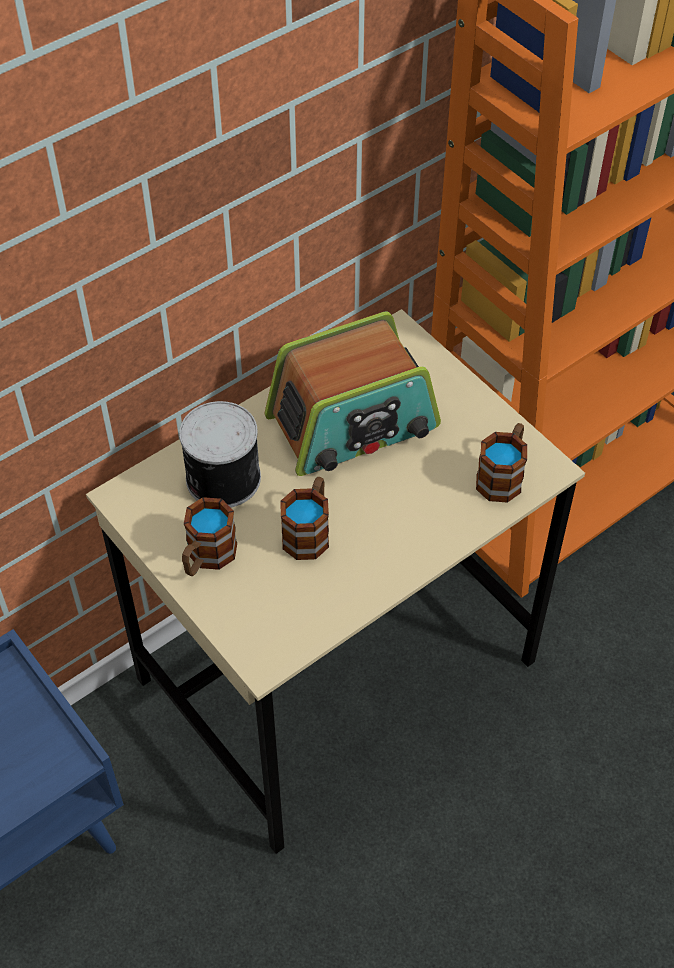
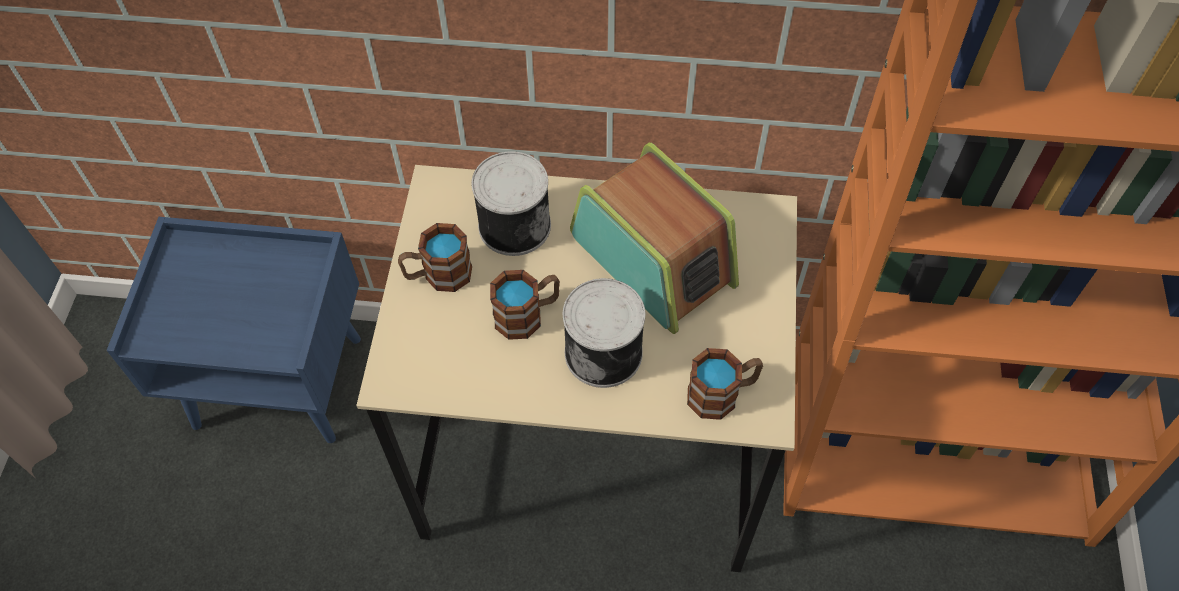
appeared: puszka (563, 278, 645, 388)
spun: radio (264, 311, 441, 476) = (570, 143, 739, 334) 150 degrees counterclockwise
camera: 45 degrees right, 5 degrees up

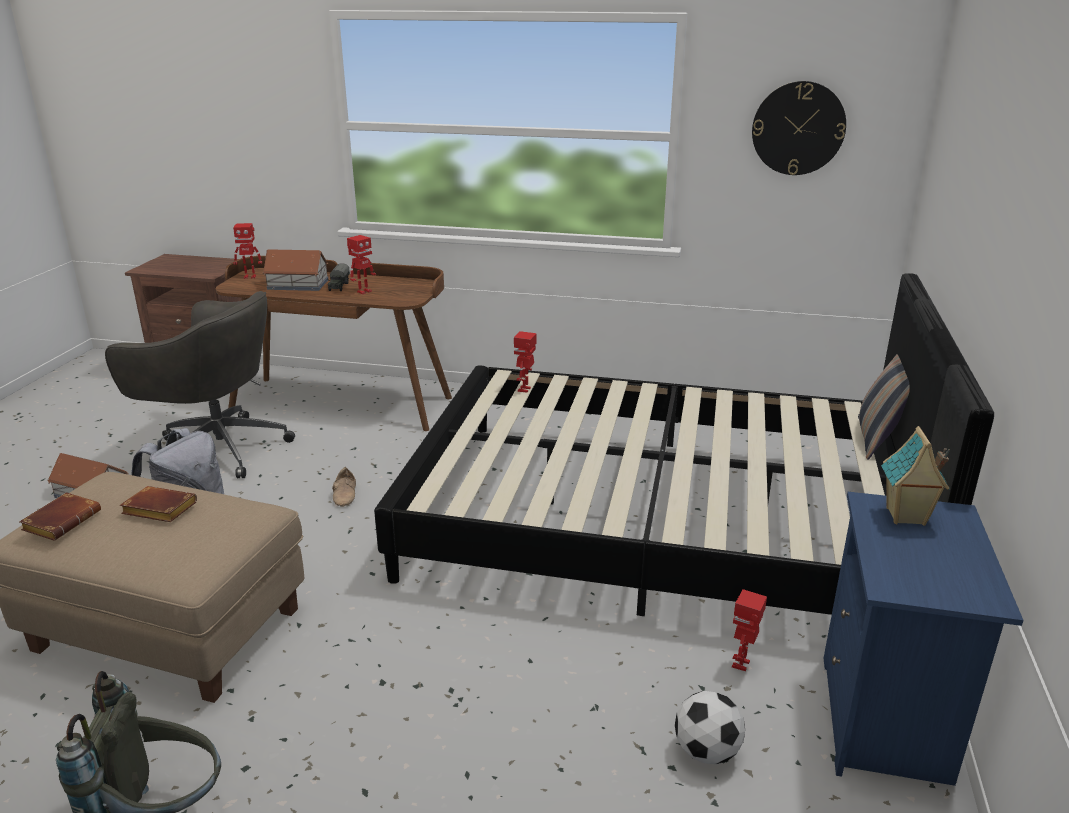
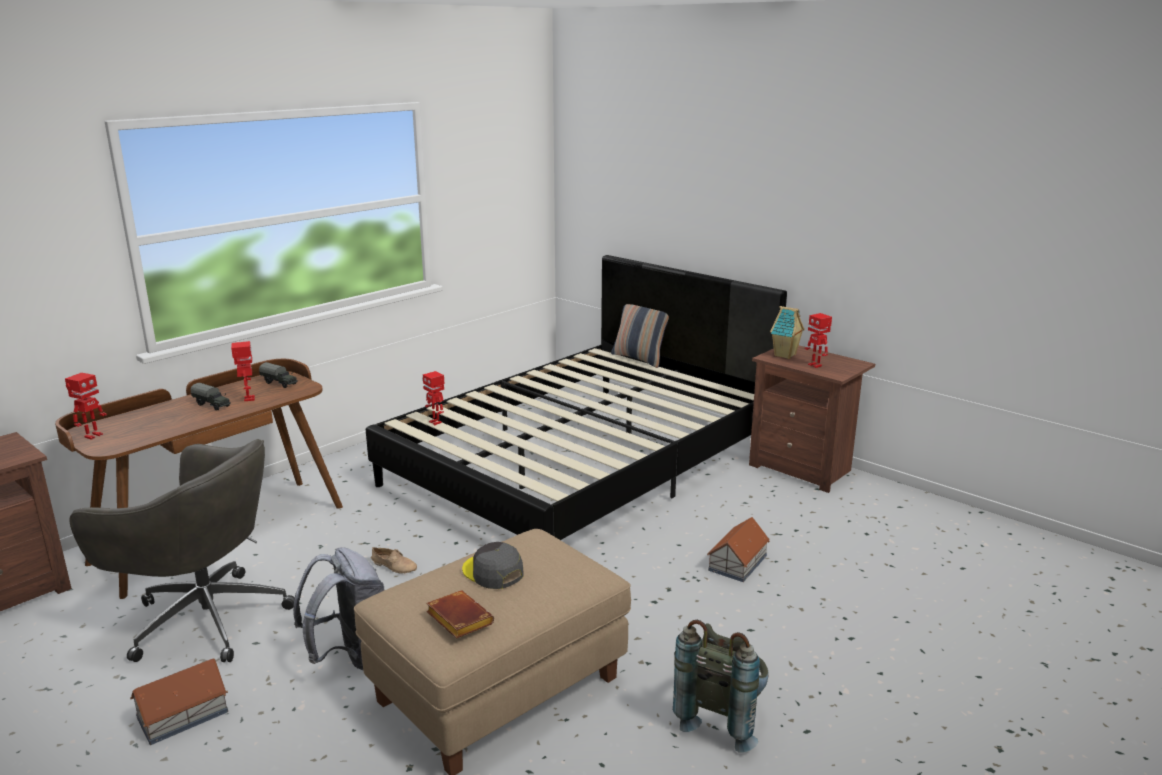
missing: zegar ścienny (752, 81, 846, 175); piłka futbolowa (675, 691, 745, 764)
appeared: ciężarówka zabawkowa (259, 362, 298, 388)
relocated: domek (262, 249, 328, 291) to (707, 517, 770, 582); robot zabawkowy (732, 589, 767, 671) to (805, 313, 832, 368)
exchanged: książka [brązowy] (120, 486, 197, 522) to czapka z daszkiem [szary] (462, 542, 524, 589)
colour: szafka nocna [niebieski] (824, 492, 1023, 786) to szafka nocna [brązowy] (749, 345, 875, 493)
spun: krzesło biurowe [szary] (105, 291, 295, 478) = (70, 439, 294, 662) 60 degrees clockwise
camera: 60 degrees left, 5 degrees down

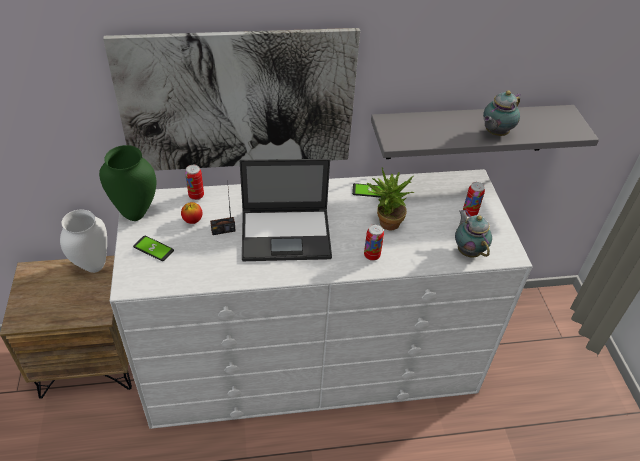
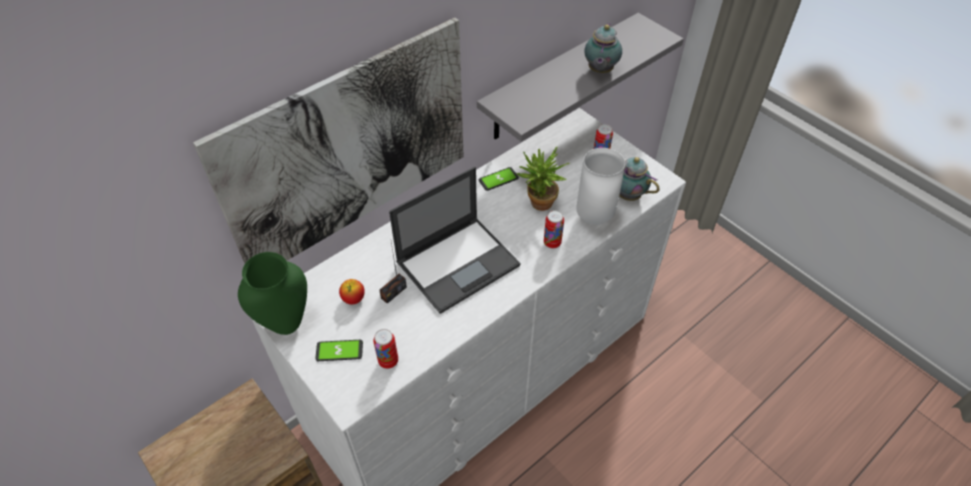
relocated: puszka (185, 165, 204, 200) to (373, 329, 398, 369); wazon [biały] (60, 210, 107, 273) to (576, 148, 625, 225)
camera: 30 degrees left, 5 degrees up

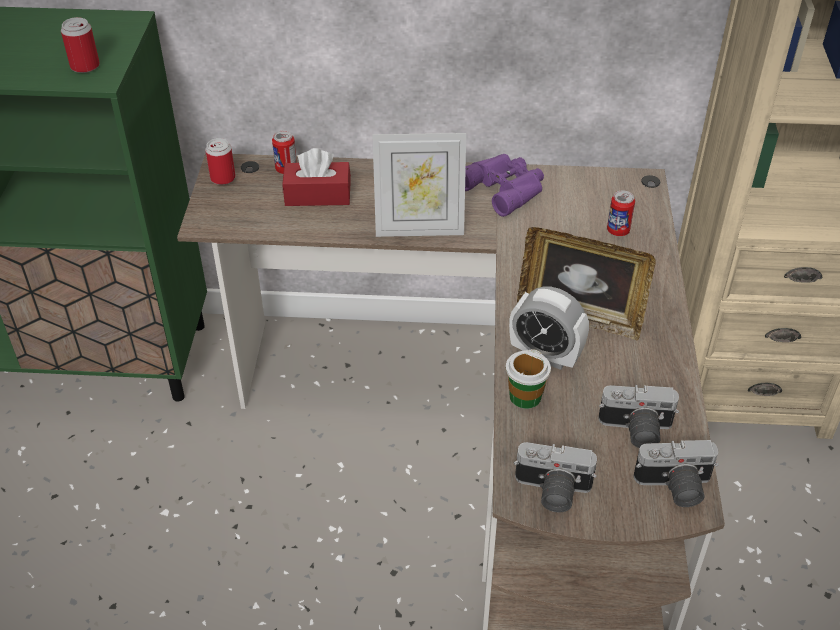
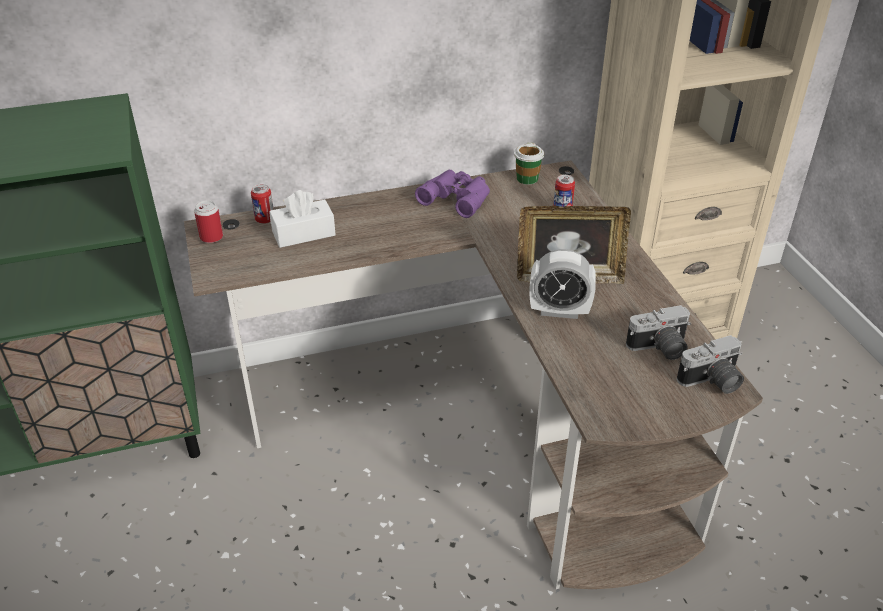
missing: puszka (61, 17, 100, 73); ramka na zdjęcie (373, 133, 466, 237); aparat fotograficzny (514, 442, 597, 512)
relocated: filiżanka (506, 349, 551, 409) to (514, 142, 544, 185)
colour: pudełko chusteczek [czerwony] (282, 148, 351, 206) to pudełko chusteczek [biały] (269, 190, 336, 248)
camera: 20 degrees left, 5 degrees down

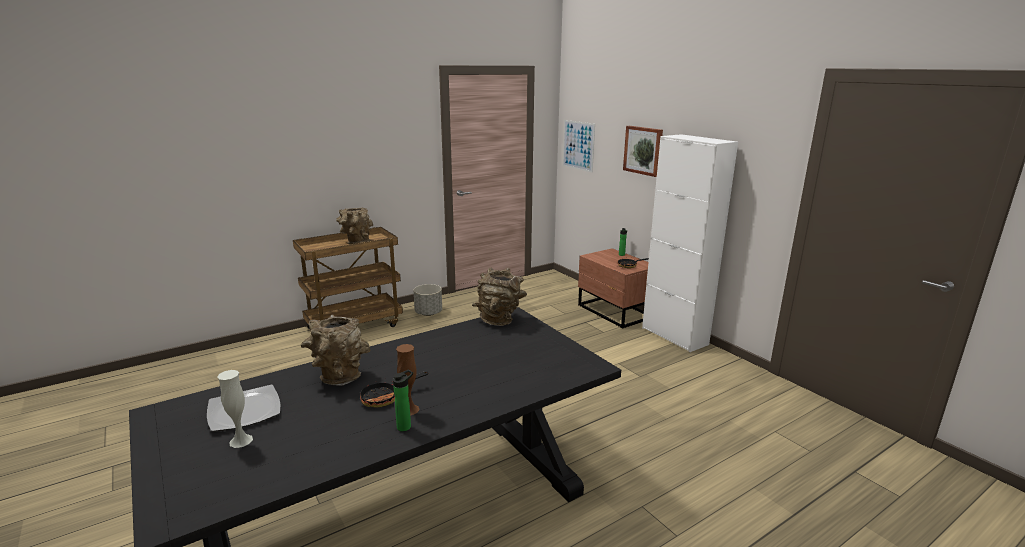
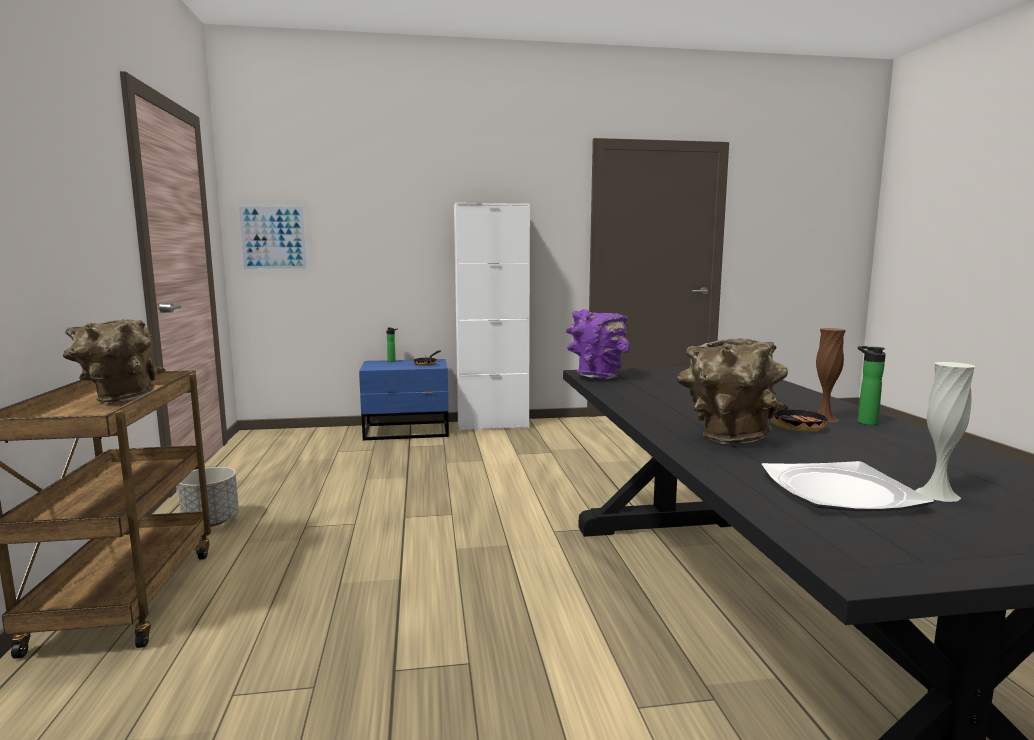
missing: obraz (623, 126, 663, 177)
colour: szafka nocna [brązowy] (578, 248, 648, 328) to szafka nocna [niebieski] (359, 359, 449, 441); wazon [brązowy] (472, 267, 527, 326) to wazon [fioletowy] (566, 309, 630, 379)
camera: 65 degrees left, 10 degrees down

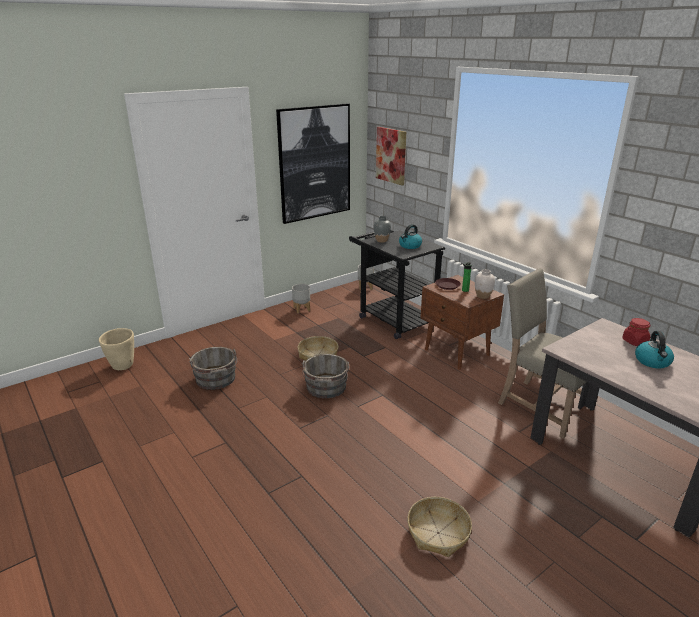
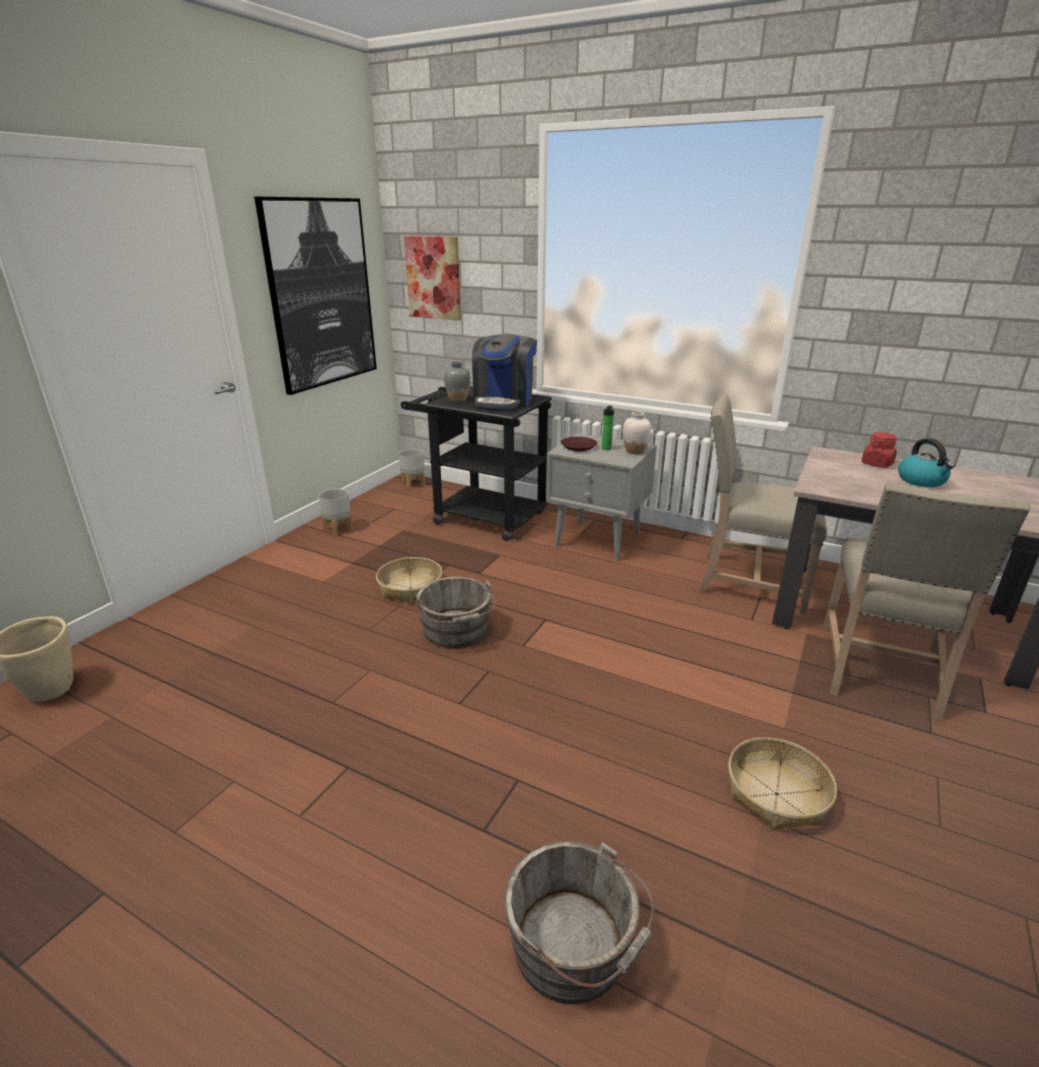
appeared: krzesło [beżowy] (823, 482, 1031, 722)
relocated: wiadro [szary] (189, 347, 237, 390) to (504, 841, 654, 1004)
exchanged: czajnik (399, 224, 422, 249) to ekspres do kawy (472, 333, 537, 410)
colour: szafka nocna [brązowy] (420, 275, 504, 370) to szafka nocna [szary] (546, 433, 657, 561)
camera: 25 degrees left, 0 degrees up

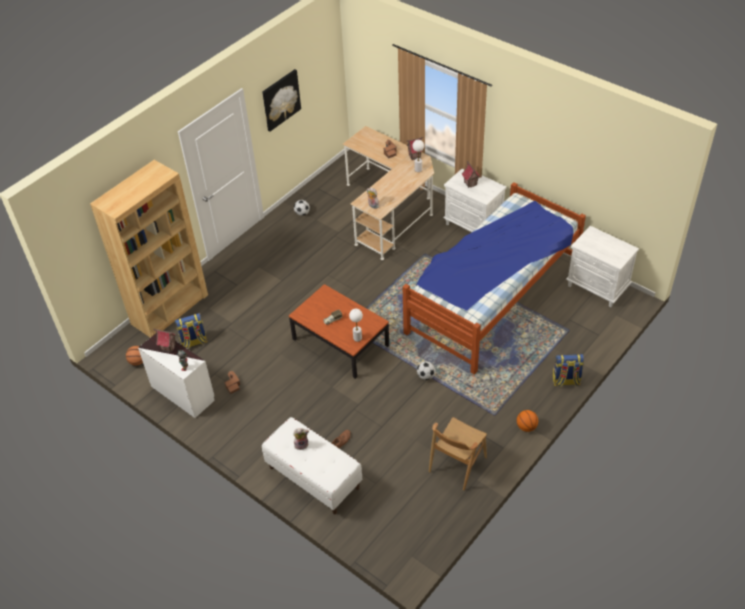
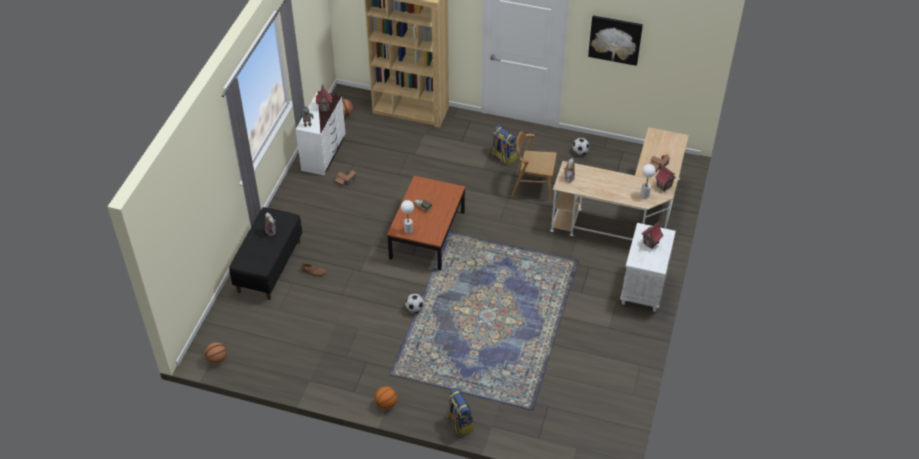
missing: łóżko (403, 182, 586, 375); szafka nocna [biały] (566, 226, 639, 307)
appeared: piłka do koszykówki (205, 342, 227, 364)
relocated: plecak (175, 313, 208, 349) to (492, 125, 517, 165); krzesło [brązowy] (429, 417, 487, 490) to (511, 131, 557, 202)
colour: ławka [biały] (262, 417, 362, 514) to ławka [czarny] (229, 207, 302, 300)
camera: 65 degrees right, 0 degrees up

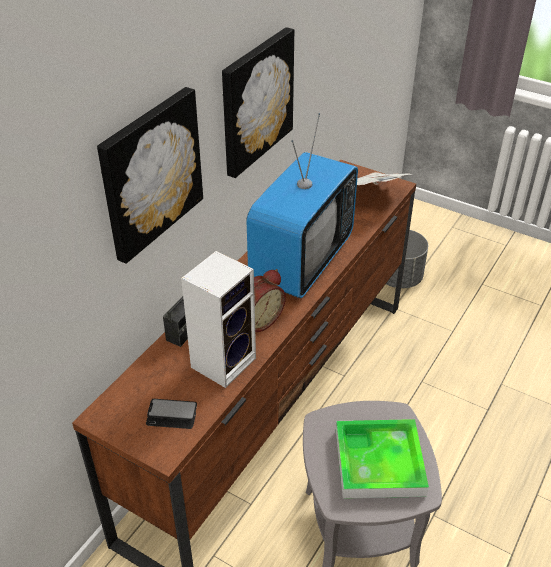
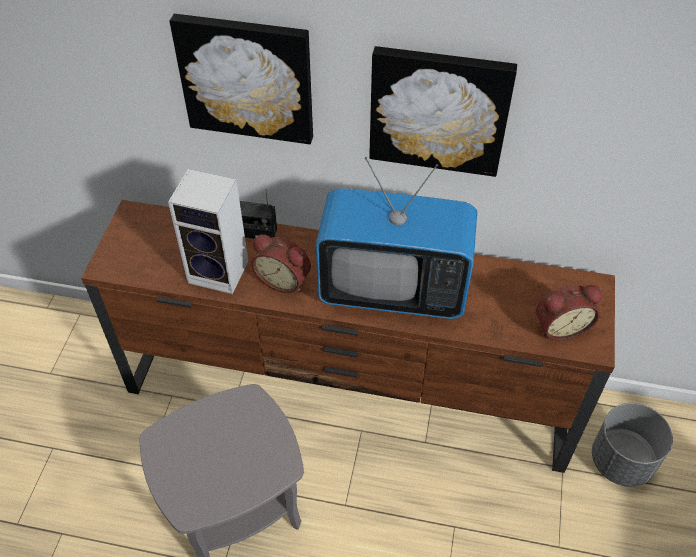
missing: telefon (146, 399, 197, 429); taca (336, 419, 429, 499)
exchanged: gazeta (357, 172, 412, 185) to budzik (536, 285, 602, 341)
camera: 70 degrees right, 10 degrees up

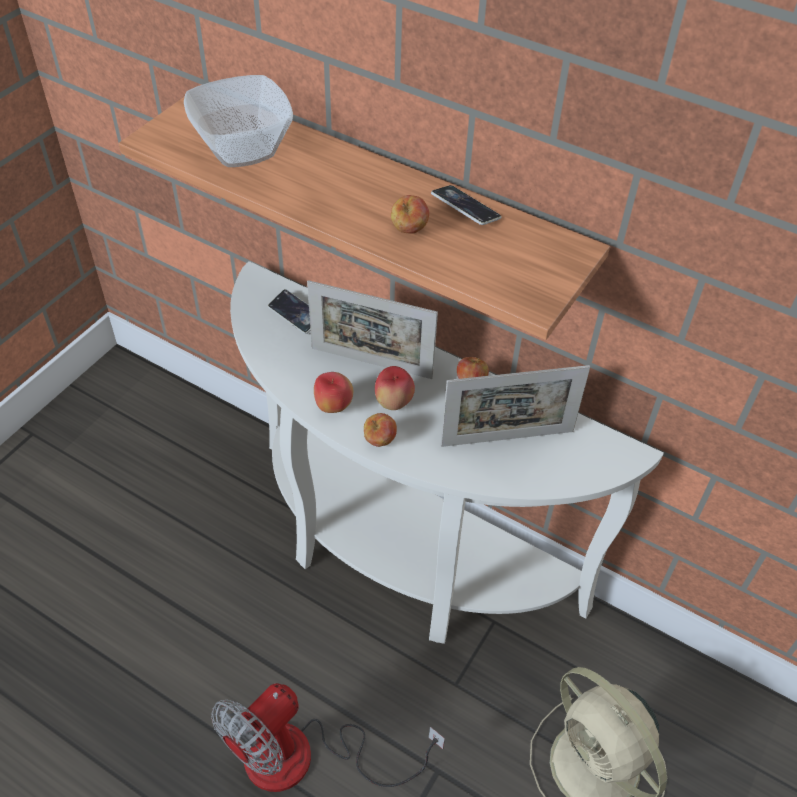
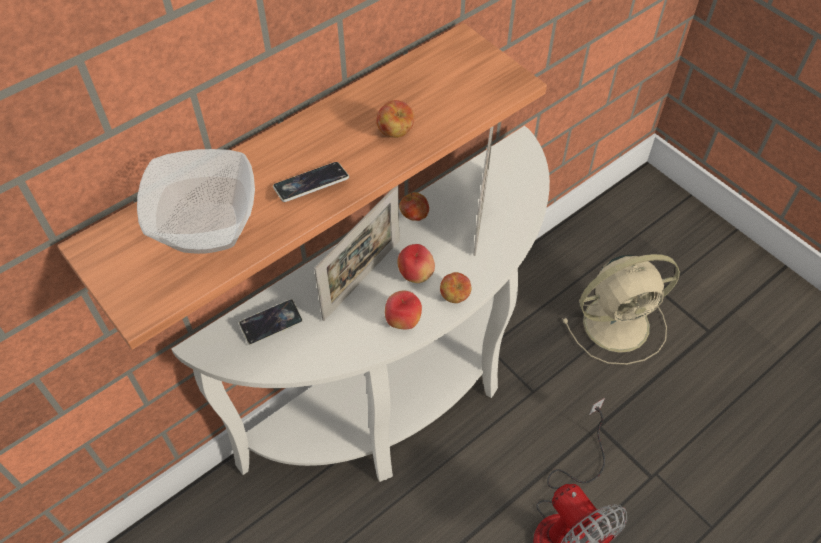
relocated: telefon (431, 185, 502, 225) to (273, 162, 349, 202)
camera: 70 degrees left, 5 degrees up

